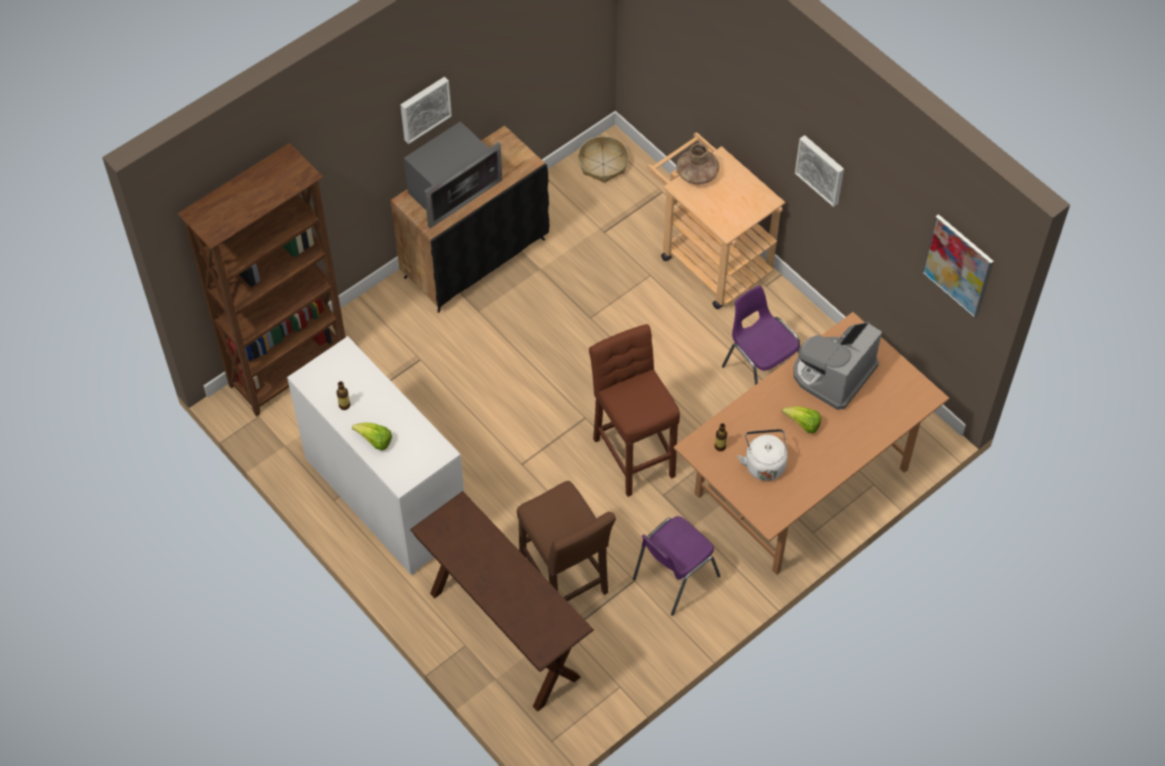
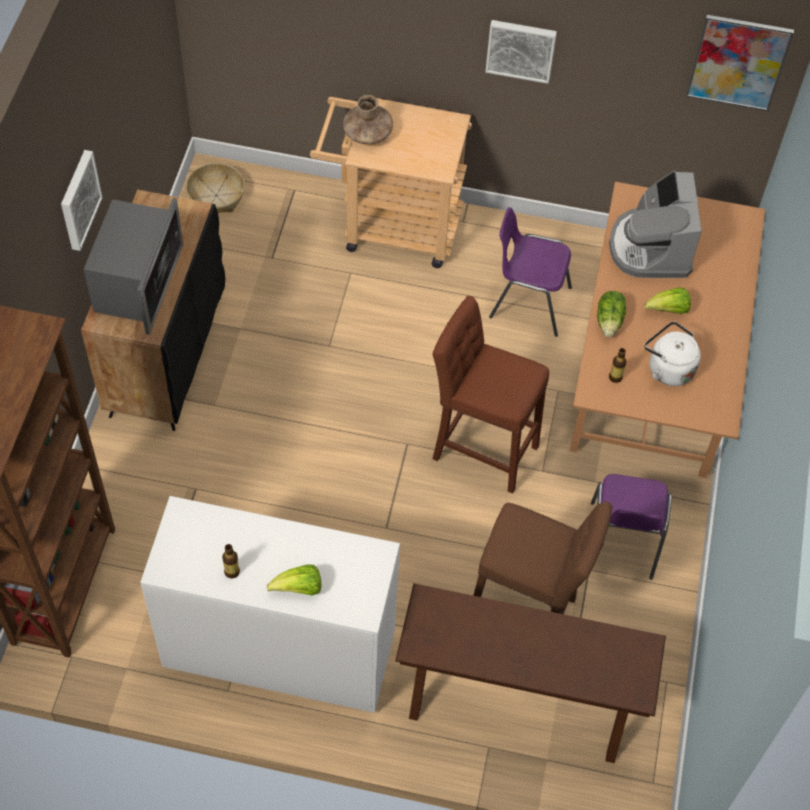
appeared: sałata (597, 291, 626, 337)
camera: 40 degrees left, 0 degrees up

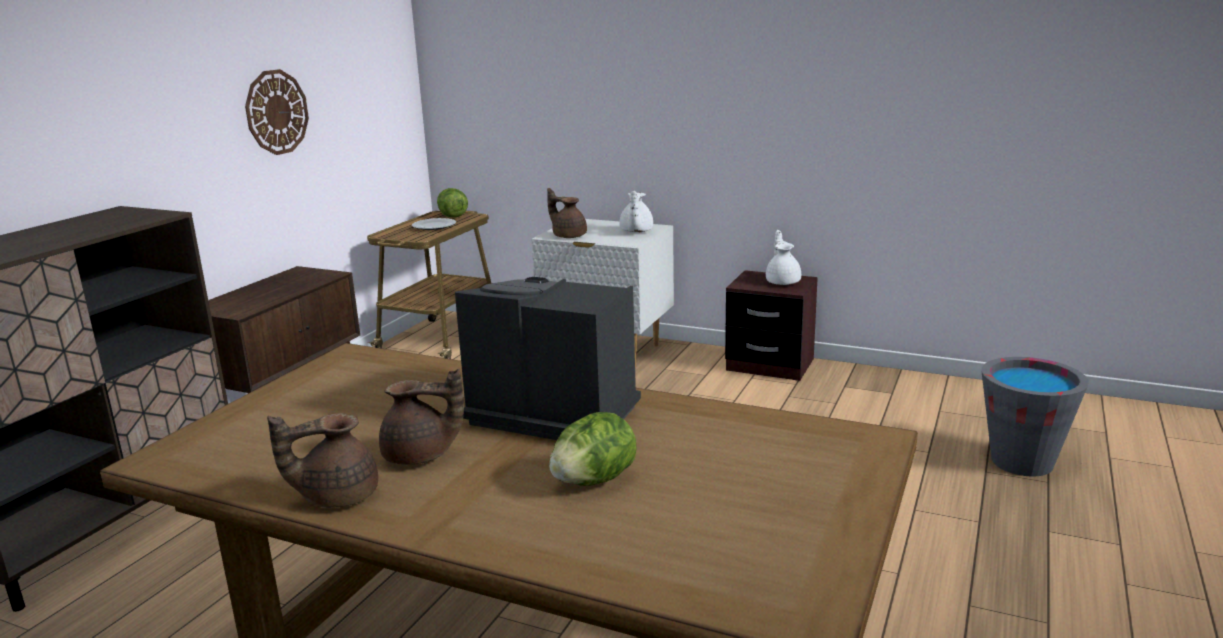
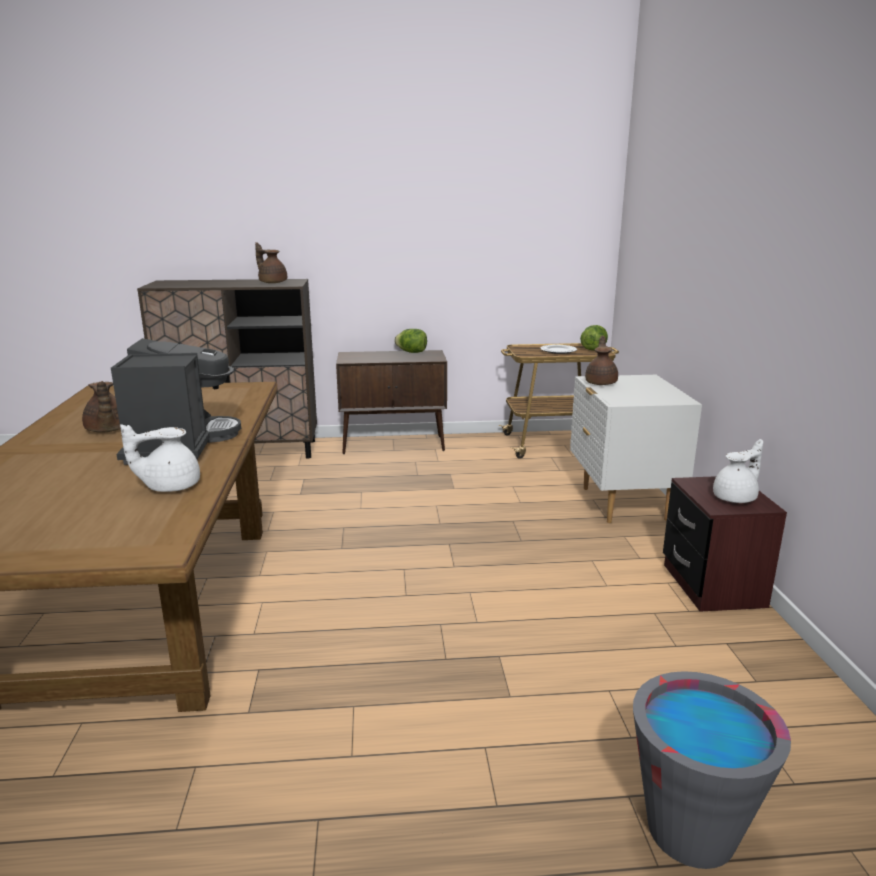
missing: zegar ścienny (245, 69, 309, 155)
relocated: imbryk [biały] (619, 191, 653, 233) to (120, 424, 200, 492); sałata (549, 412, 637, 486) to (394, 329, 427, 353); imbryk [brązowy] (267, 413, 378, 508) to (255, 242, 287, 283)
camera: 60 degrees right, 0 degrees up

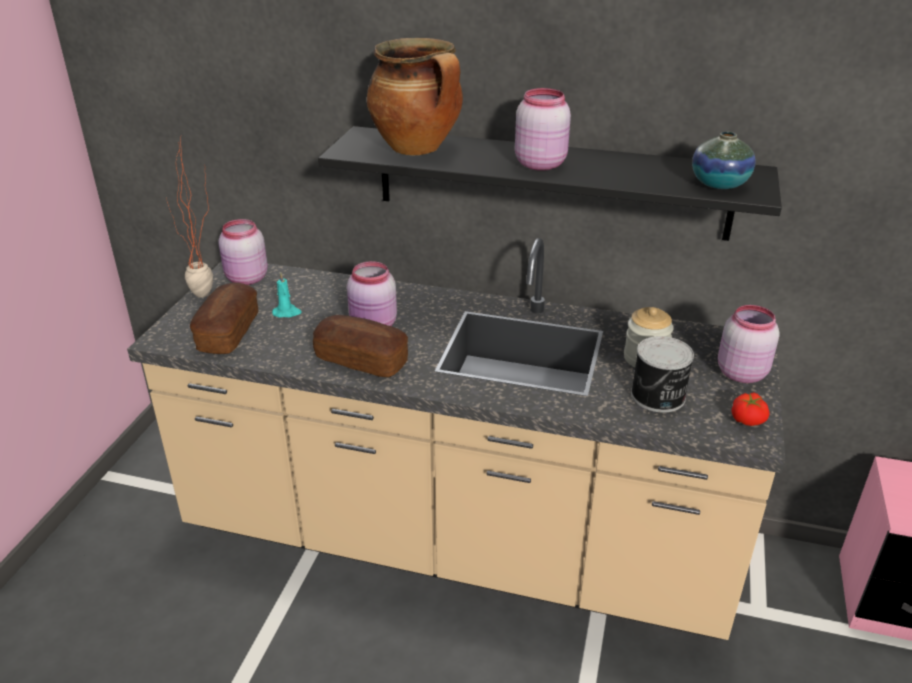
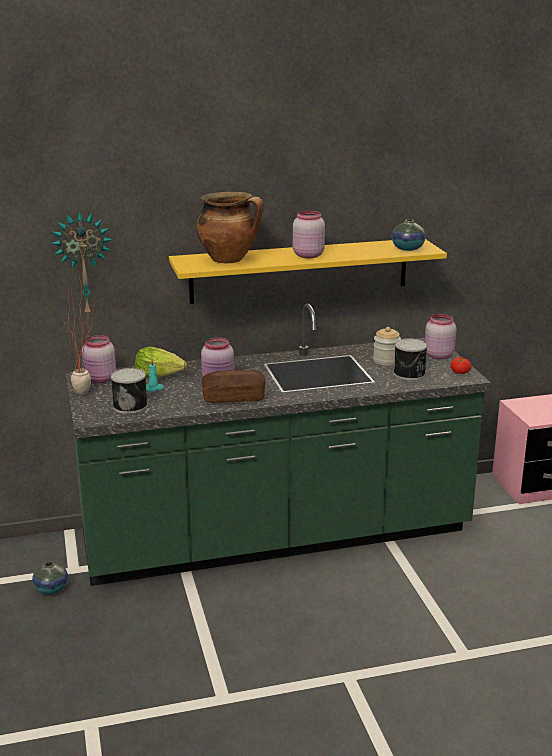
appeared: zegar ścienny (50, 211, 113, 315); sałata (135, 347, 187, 377); wazon (32, 562, 68, 595)
exchanged: chleb (190, 282, 258, 354) to puszka (111, 368, 148, 414)
colour: półka [czarny] (318, 126, 782, 241) to półka [żółty] (169, 239, 447, 304); zabudowa kuchenna [beżowy] (127, 238, 785, 640) to zabudowa kuchenna [zielony] (66, 303, 491, 586)
camera: 30 degrees left, 10 degrees down

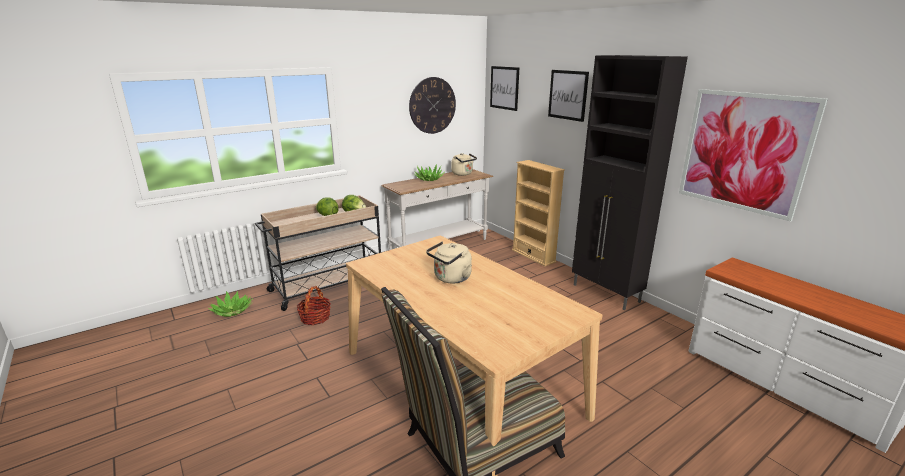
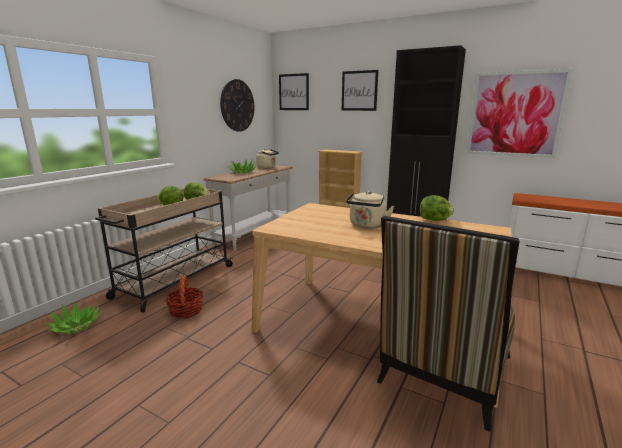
appeared: sałata (420, 195, 454, 221)
camera: 25 degrees left, 5 degrees down

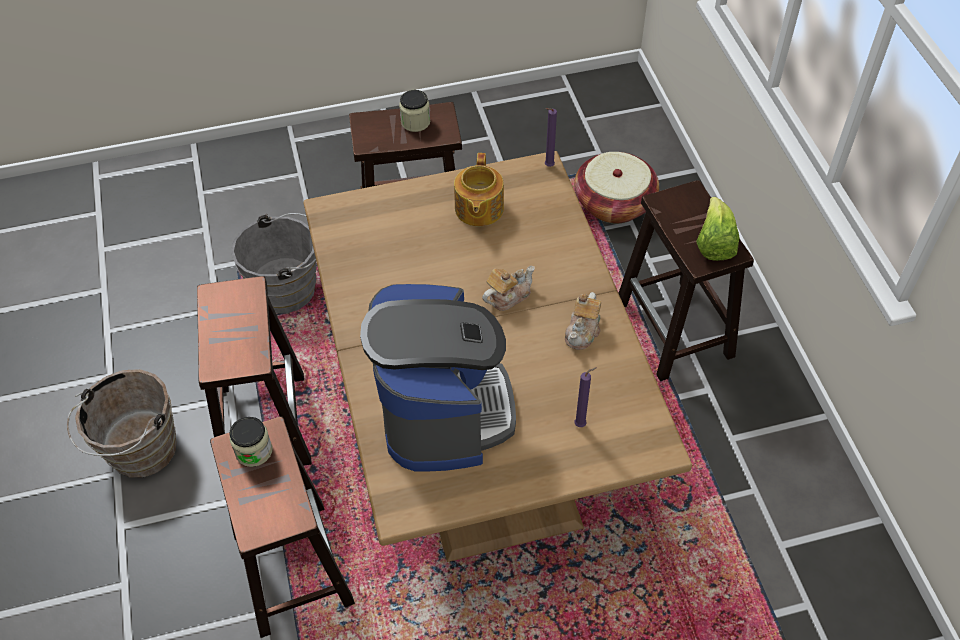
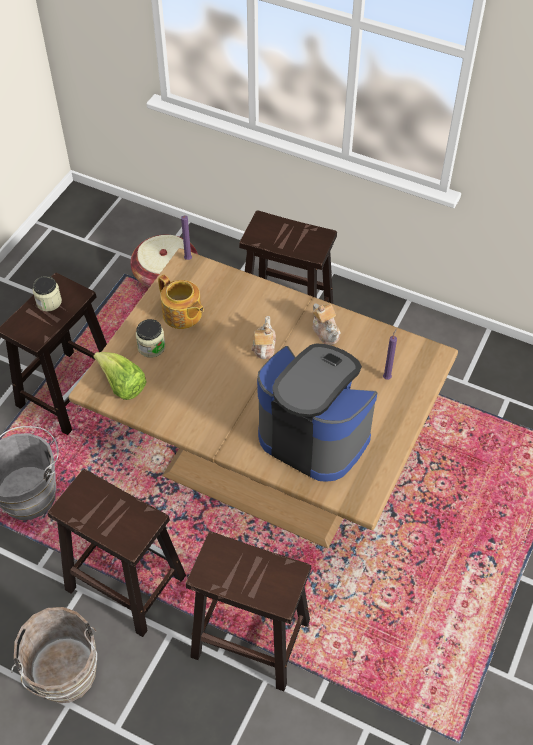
relocated: sałata (696, 197, 740, 261) to (94, 352, 147, 400); słoik (230, 417, 272, 467) to (136, 319, 165, 357)
camera: 50 degrees left, 0 degrees up

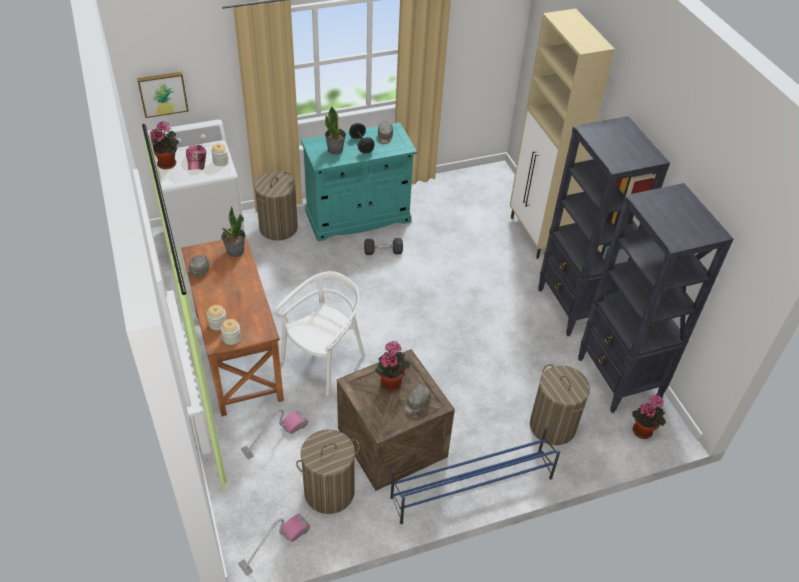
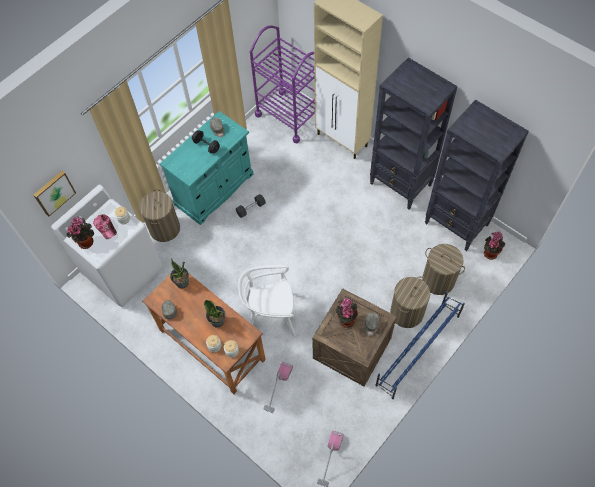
appeared: wózek [fioletowy] (250, 25, 315, 143)
relocated: roślina doniczkowa (325, 107, 346, 155) to (204, 300, 225, 328); kosz na pranie (296, 429, 360, 514) to (390, 276, 430, 328)
spun: krzesło [biały] (274, 271, 365, 396) = (238, 265, 296, 337) 105 degrees counterclockwise
camera: 25 degrees left, 15 degrees up

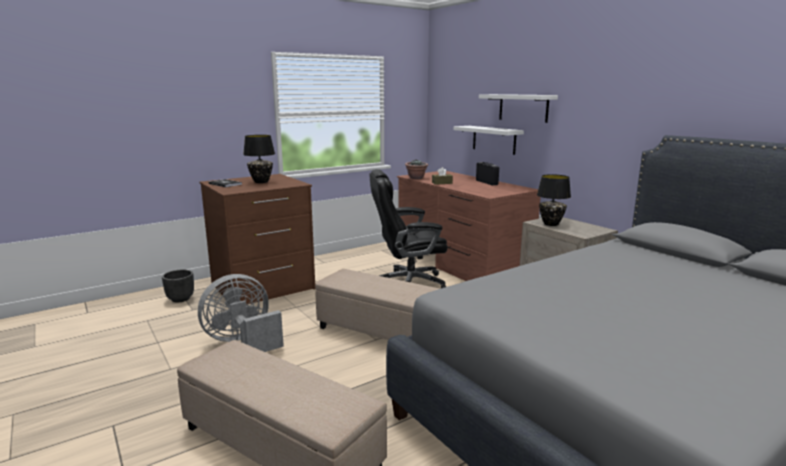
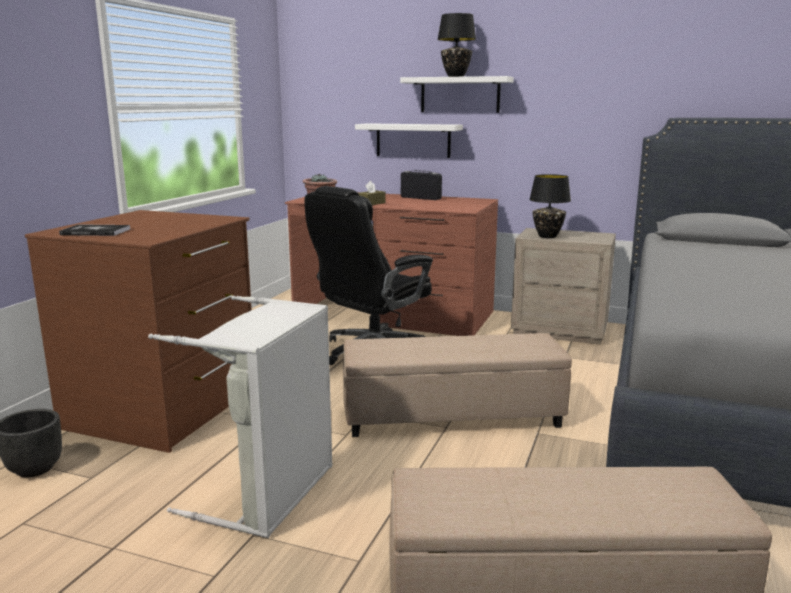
relocated: lampa stołowa [czarny] (243, 135, 275, 183) to (437, 13, 476, 77)
exchanged: wentylator [szary] (198, 274, 284, 352) to kosz na pranie [szary] (148, 296, 333, 538)
camera: 35 degrees left, 0 degrees up

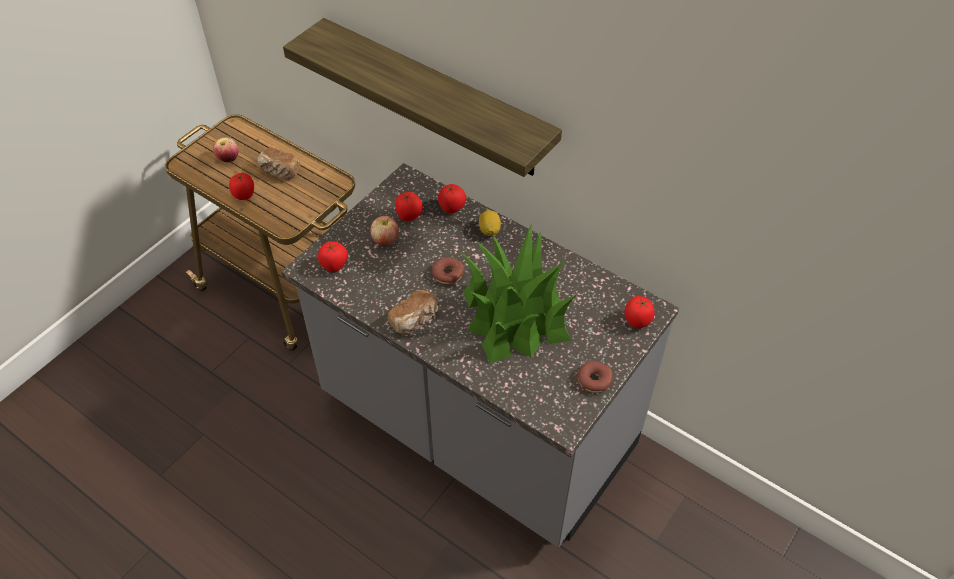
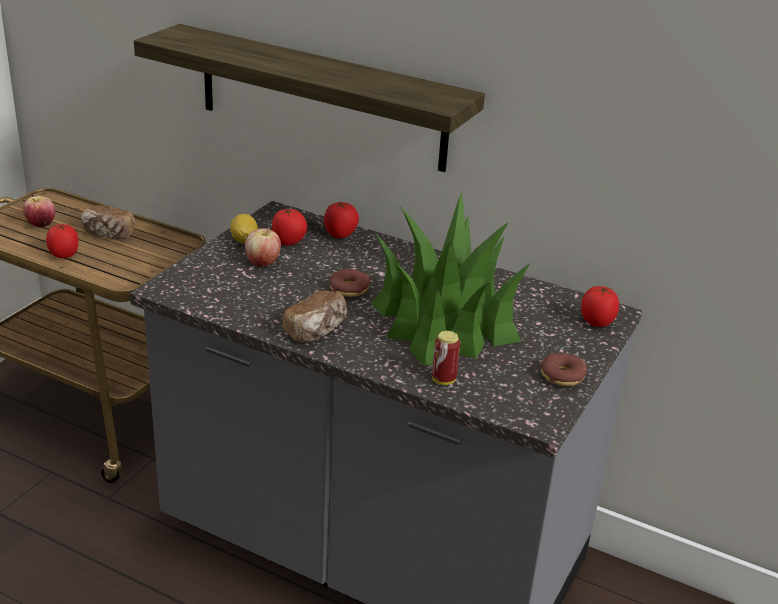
missing: pomidor (318, 241, 348, 272)
appeared: puszka (432, 331, 460, 385)
relocated: cytryna (479, 210, 501, 236) to (230, 214, 258, 243)
camera: 10 degrees left, 20 degrees down

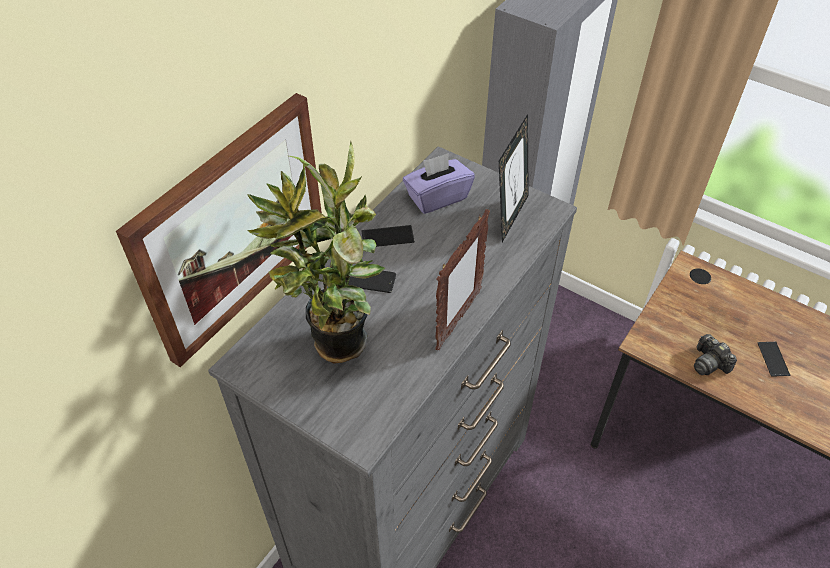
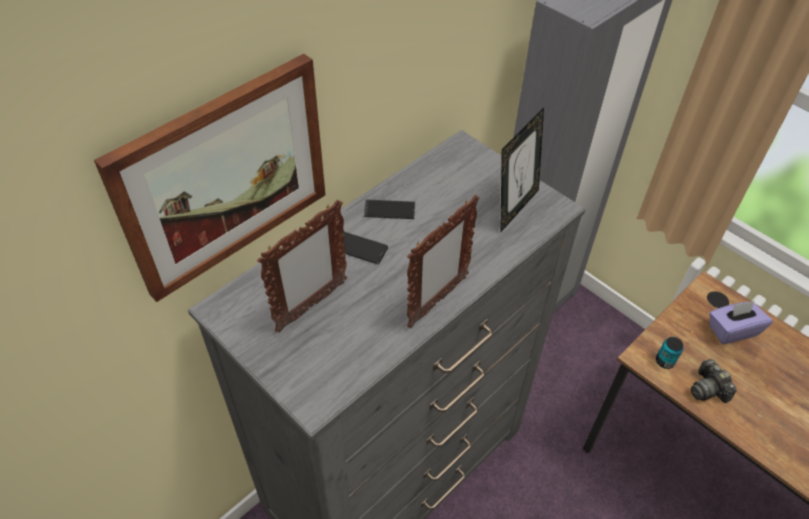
missing: telefon (758, 342, 790, 377)
appeared: puszka (656, 337, 683, 369)
relocated: pudełko chusteczek [fioletowy] (403, 153, 475, 214) to (709, 301, 773, 344)
exchanged: roślina doniczkowa (247, 142, 385, 364) to ramka na zdjęcie (257, 199, 347, 332)
camera: 10 degrees right, 0 degrees up

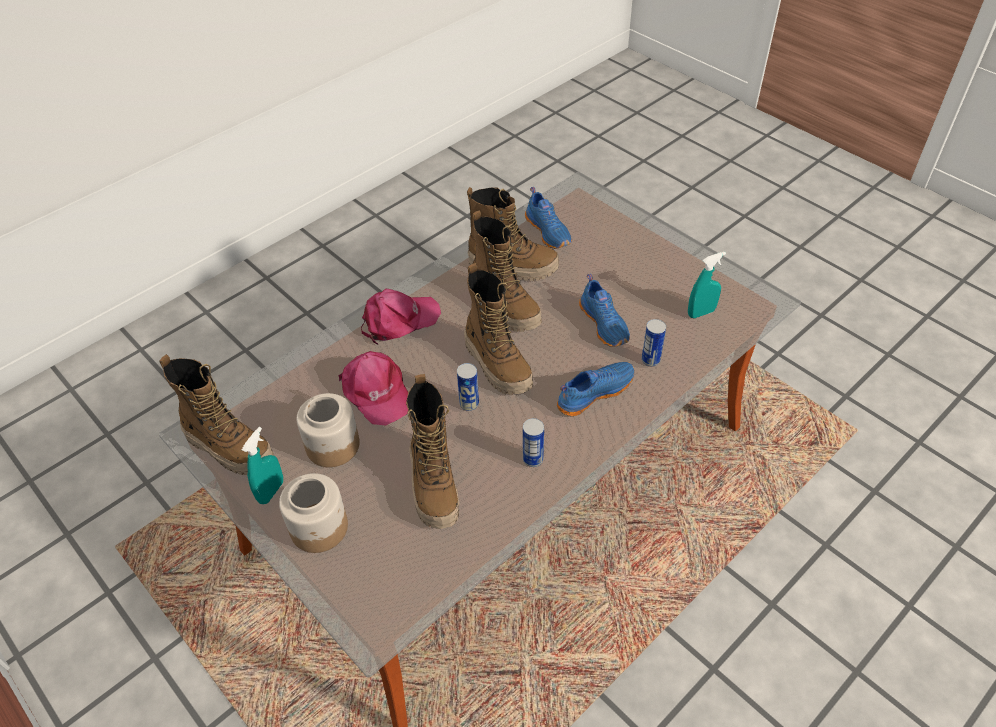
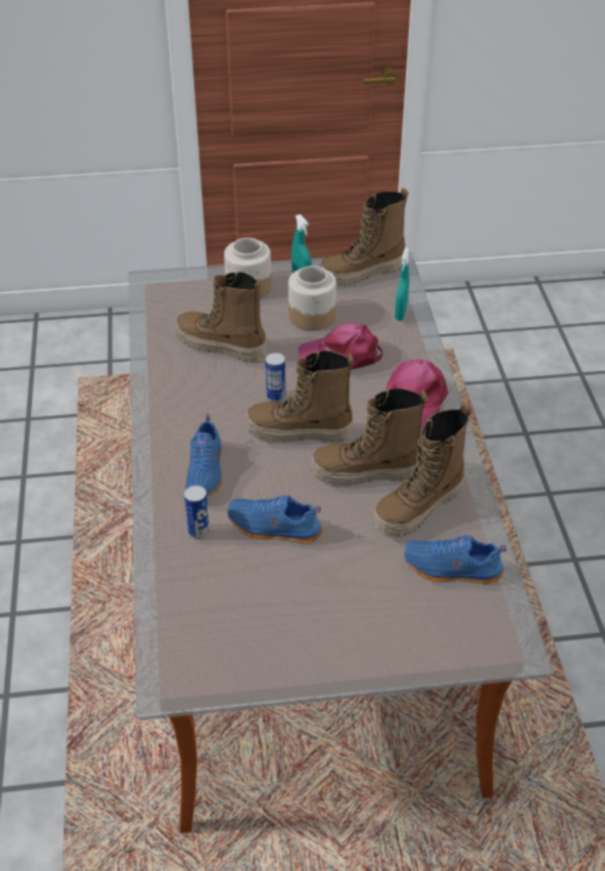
missing: puszka (523, 418, 544, 467)
relocated: spryskiwacz [turkusowy] (688, 252, 726, 318) to (395, 248, 409, 321)
camera: 125 degrees right, 5 degrees down

